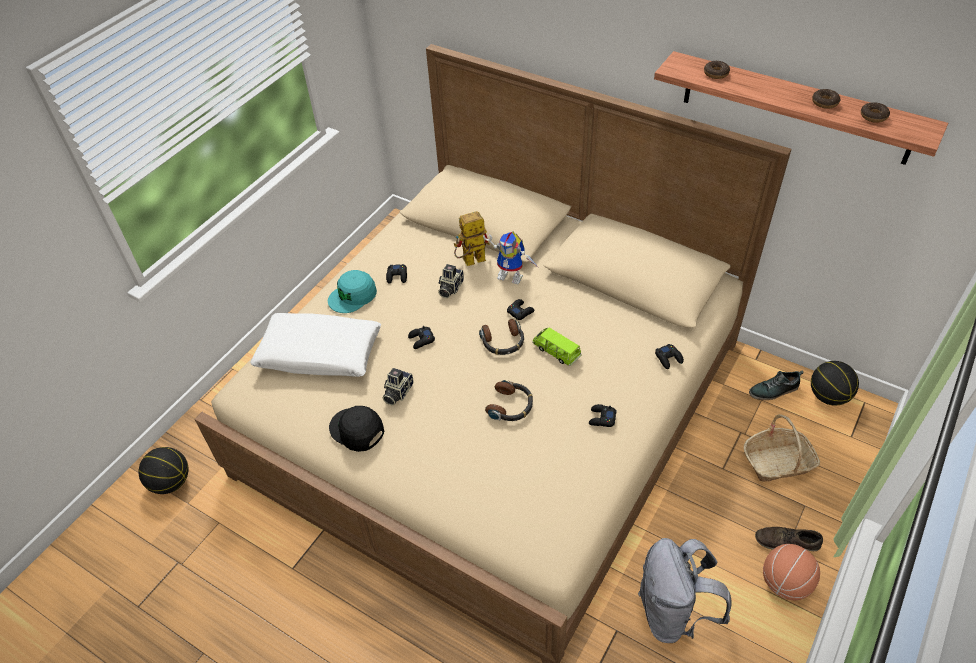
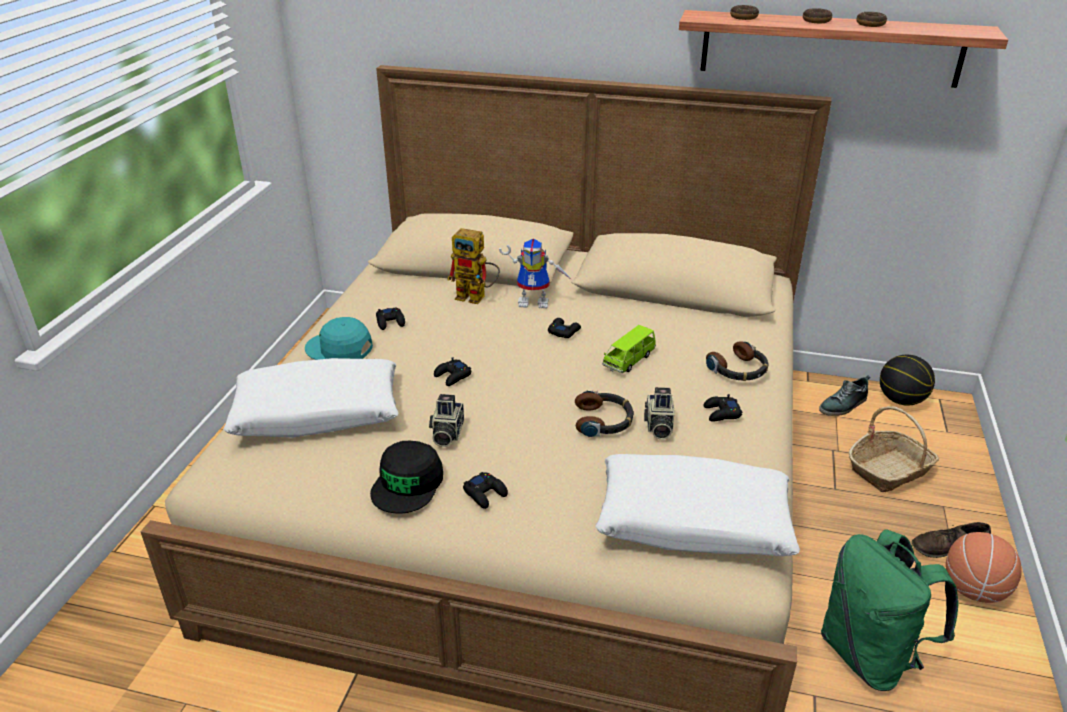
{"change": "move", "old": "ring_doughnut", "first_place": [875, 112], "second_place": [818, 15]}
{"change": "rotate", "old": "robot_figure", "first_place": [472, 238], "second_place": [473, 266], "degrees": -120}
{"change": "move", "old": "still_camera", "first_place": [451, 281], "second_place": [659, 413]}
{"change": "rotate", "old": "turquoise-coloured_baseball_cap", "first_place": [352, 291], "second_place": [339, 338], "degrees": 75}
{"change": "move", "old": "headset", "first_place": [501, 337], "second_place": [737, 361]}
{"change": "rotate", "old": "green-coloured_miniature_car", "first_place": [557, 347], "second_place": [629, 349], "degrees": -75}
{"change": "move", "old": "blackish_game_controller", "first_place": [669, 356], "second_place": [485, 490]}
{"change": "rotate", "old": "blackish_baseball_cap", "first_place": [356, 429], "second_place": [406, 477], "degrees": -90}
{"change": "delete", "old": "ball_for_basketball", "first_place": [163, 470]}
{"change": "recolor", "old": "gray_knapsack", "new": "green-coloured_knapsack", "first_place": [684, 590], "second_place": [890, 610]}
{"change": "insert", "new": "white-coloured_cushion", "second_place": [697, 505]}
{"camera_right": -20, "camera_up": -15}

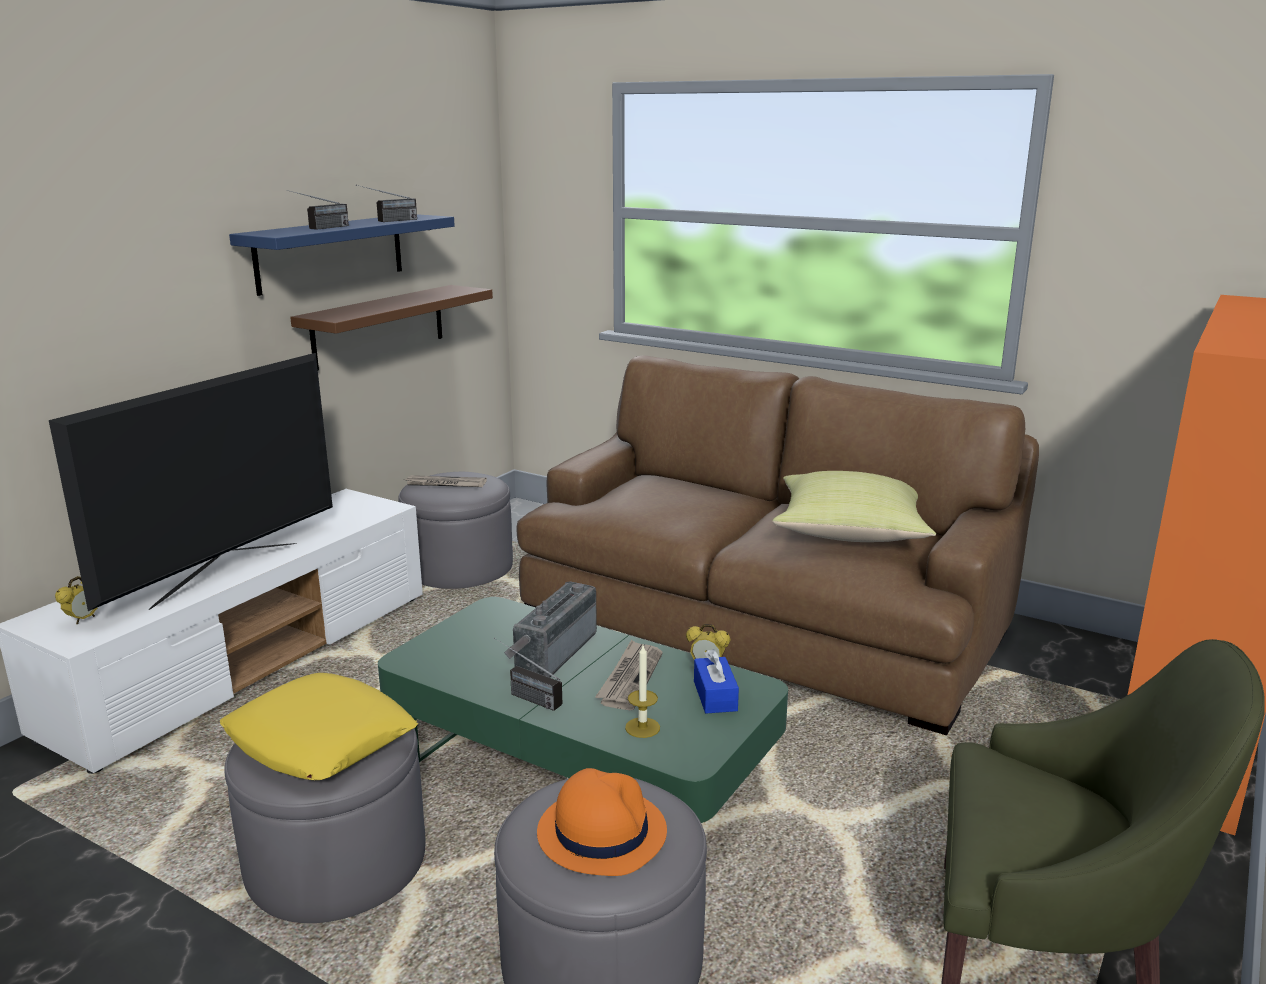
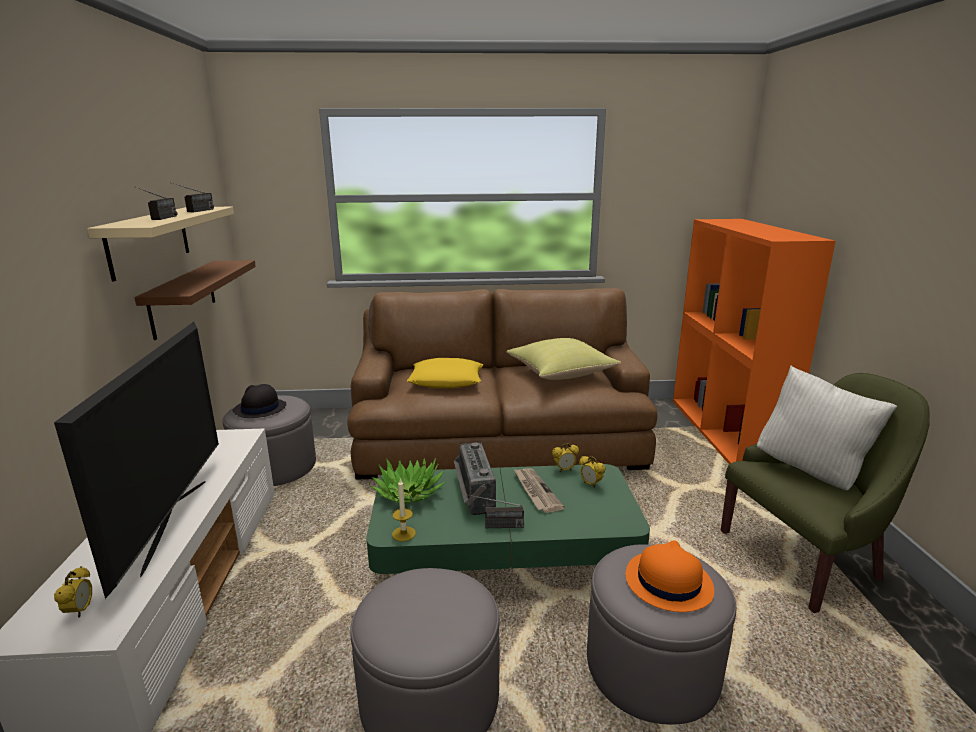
{"change": "recolor", "old": "bluish_wall_shelf", "new": "sand-coloured_wall_shelf", "first_place": [342, 255], "second_place": [160, 244]}
{"change": "replace", "old": "newspaper", "new": "blackish_wearable_hat", "first_place": [446, 481], "second_place": [259, 401]}
{"change": "move", "old": "candle", "first_place": [642, 691], "second_place": [404, 509]}
{"change": "replace", "old": "bluish_tissue_box", "new": "table_clock", "first_place": [716, 681], "second_place": [592, 472]}
{"change": "move", "old": "yellow_cushion", "first_place": [319, 726], "second_place": [445, 373]}
{"change": "insert", "new": "white-coloured_cushion", "second_place": [827, 428]}
{"change": "insert", "new": "plant_in_a_pot", "second_place": [408, 480]}
{"camera_right": -35, "camera_up": 0}

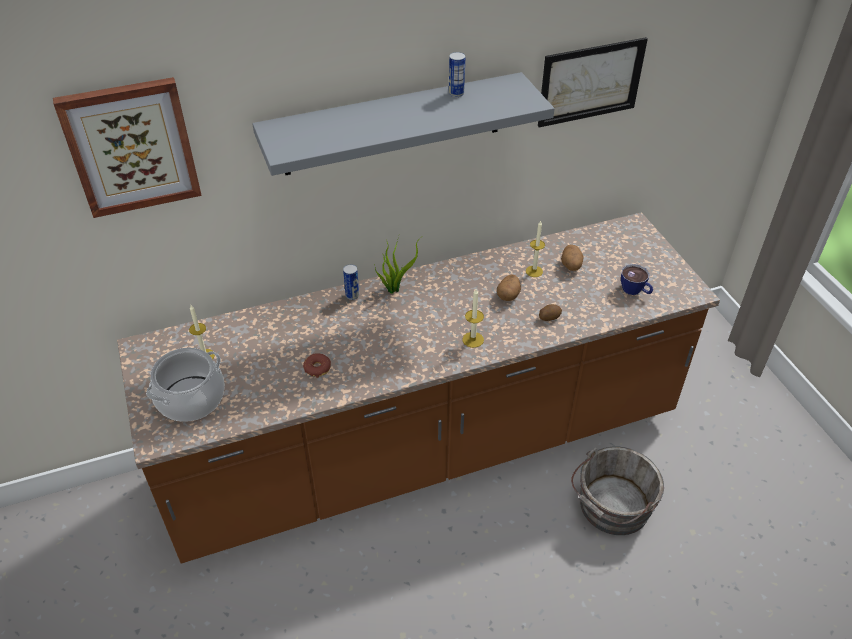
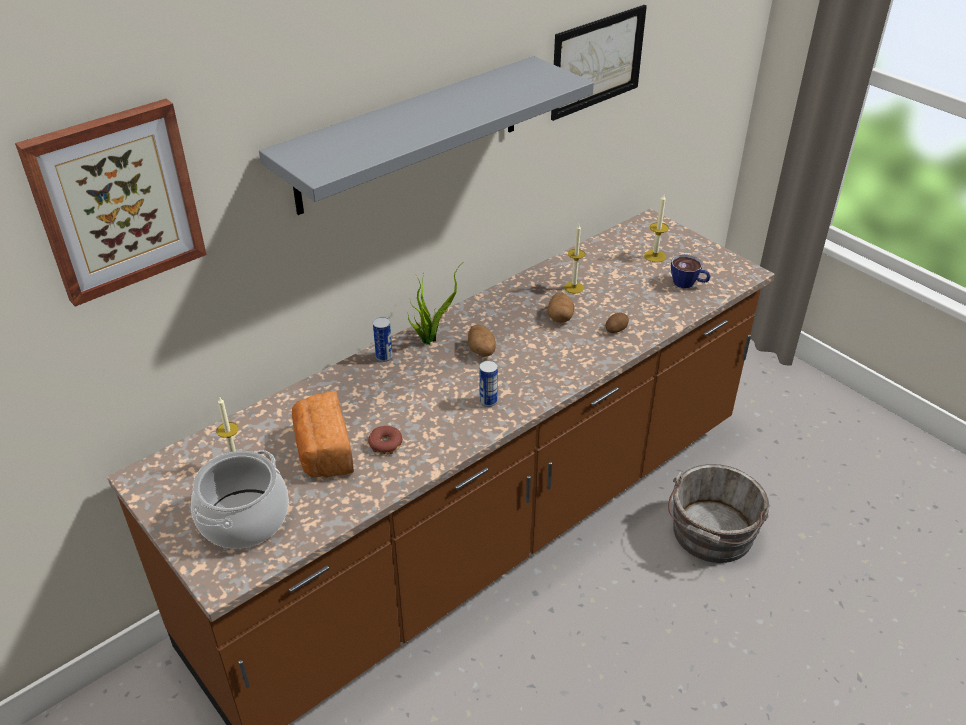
{"change": "move", "old": "metal_can", "first_place": [457, 74], "second_place": [488, 384]}
{"change": "move", "old": "whole_potato", "first_place": [572, 257], "second_place": [482, 341]}
{"change": "move", "old": "candle", "first_place": [473, 318], "second_place": [656, 228]}
{"change": "insert", "new": "bread", "second_place": [323, 434]}
{"camera_right": -20, "camera_up": -5}

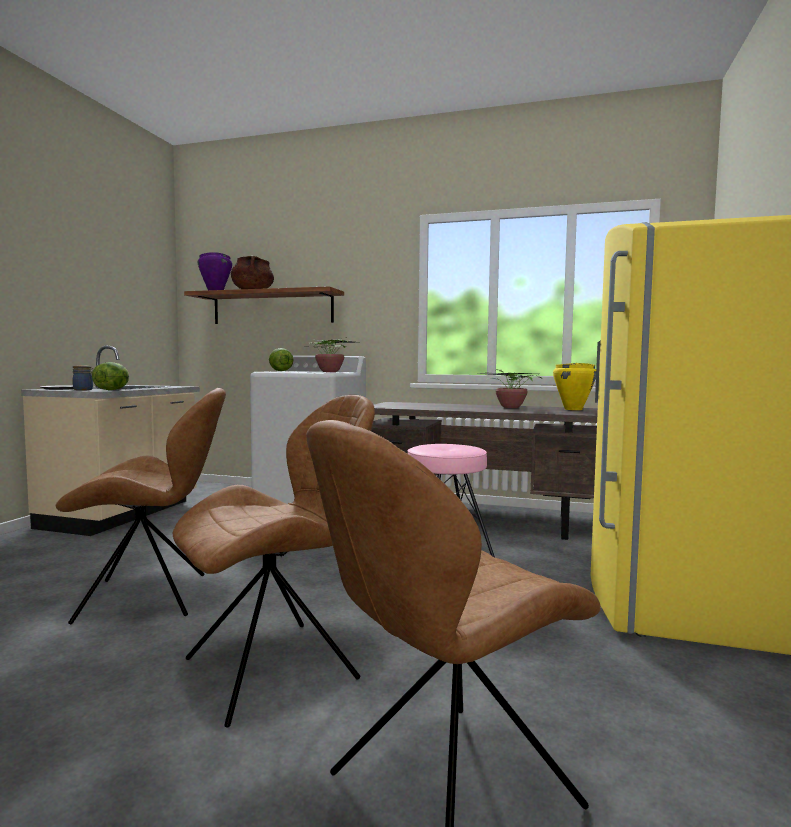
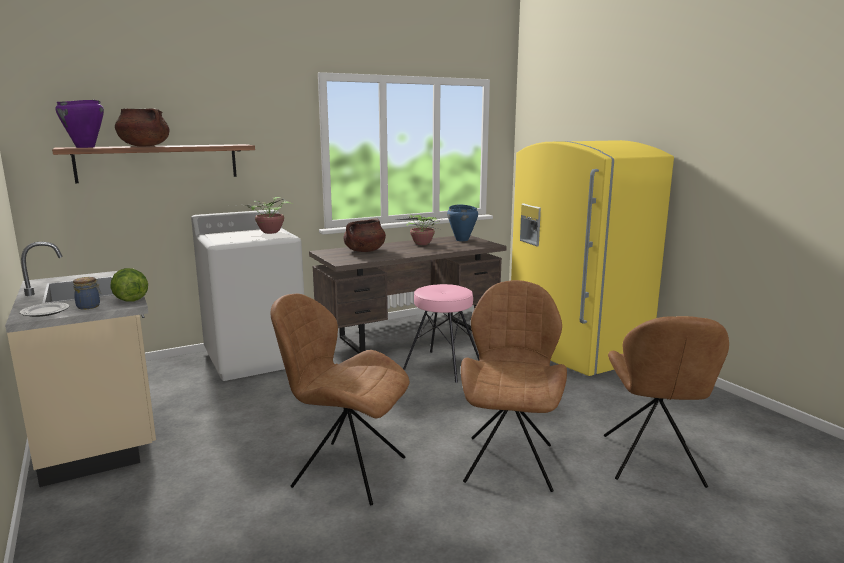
{"change": "delete", "old": "lettuce", "first_place": [281, 359]}
{"change": "recolor", "old": "yellow_cooking_pot", "new": "bluish_cooking_pot", "first_place": [574, 386], "second_place": [462, 222]}
{"change": "rotate", "old": "brown-coloured_chair", "first_place": [141, 506], "second_place": [340, 400], "degrees": -105}
{"change": "insert", "new": "brown-coloured_cooking_pot", "second_place": [365, 235]}
{"camera_right": -45, "camera_up": 10}

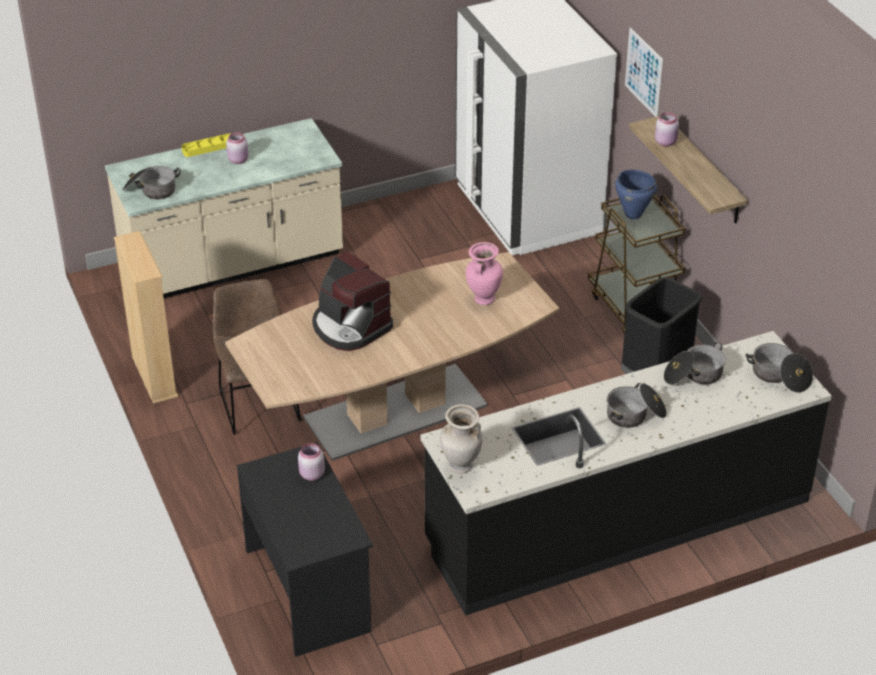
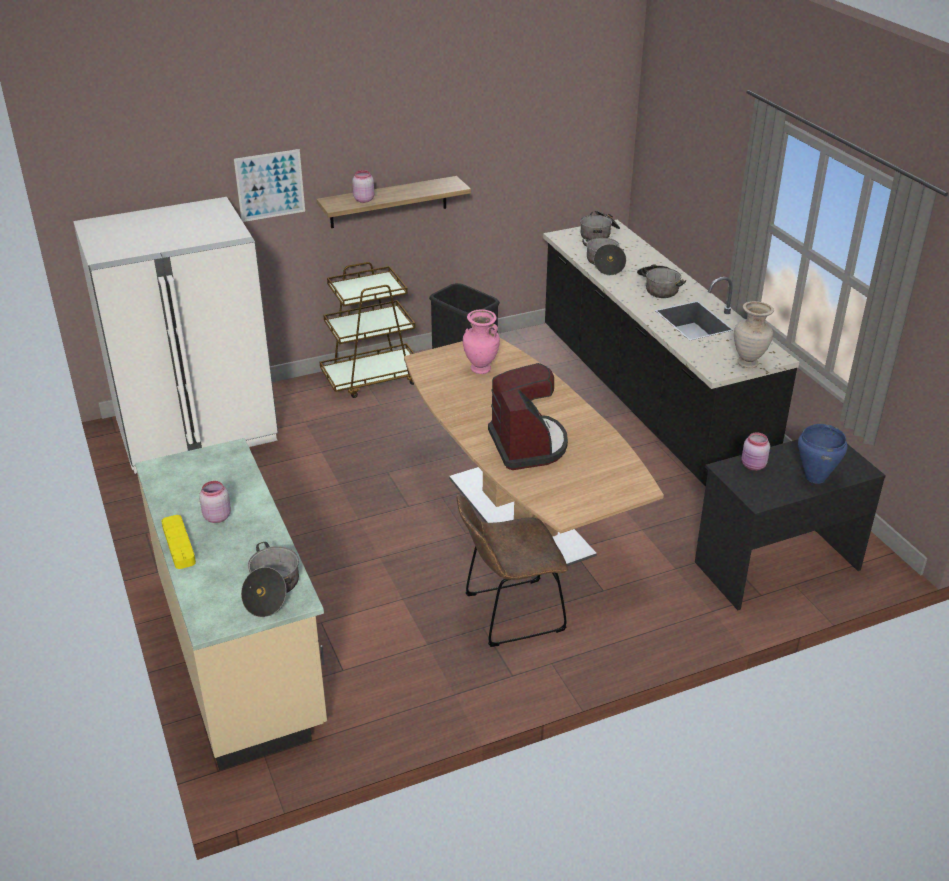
{"change": "move", "old": "bluish_cooking_pot", "first_place": [636, 194], "second_place": [822, 454]}
{"change": "delete", "old": "sand-coloured_bookshelf", "first_place": [146, 317]}
{"change": "rotate", "old": "coffee_maker", "first_place": [352, 301], "second_place": [528, 416], "degrees": -60}
{"camera_right": -90, "camera_up": -5}

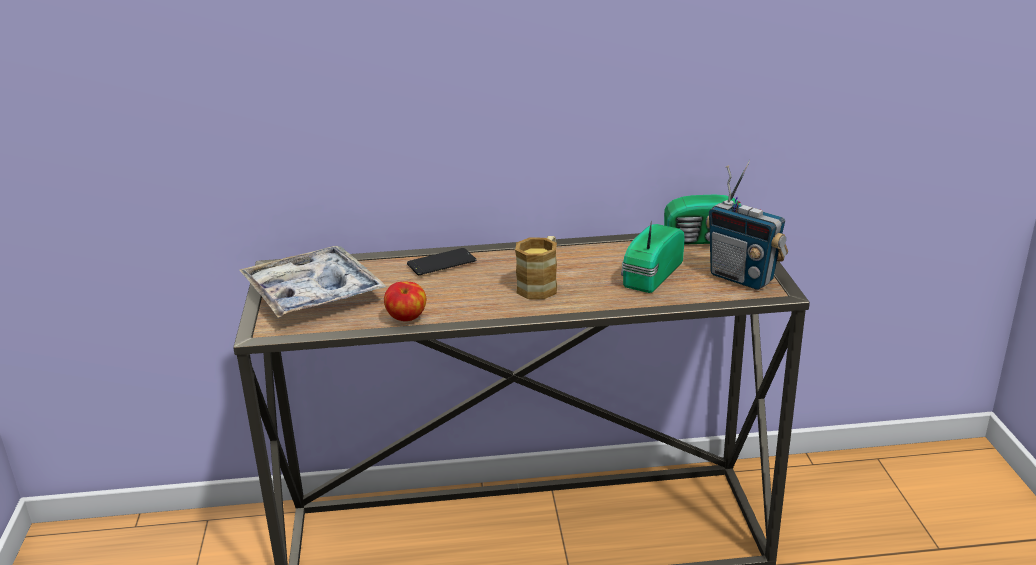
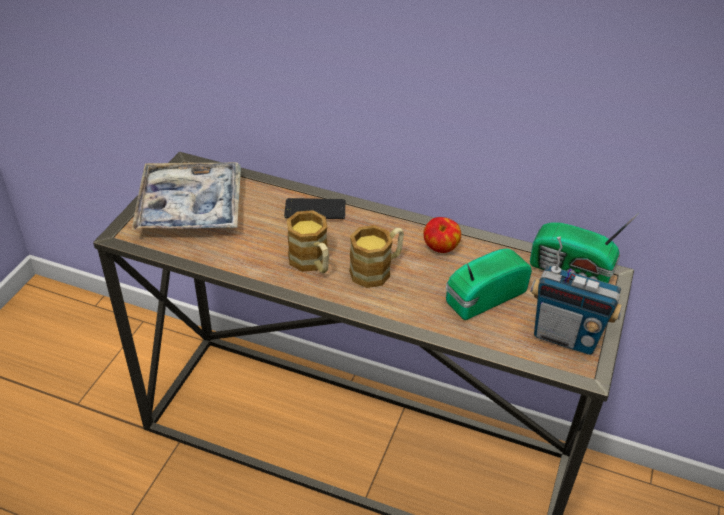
{"change": "rotate", "old": "radio", "first_place": [747, 227], "second_place": [577, 295], "degrees": -45}
{"change": "move", "old": "apple", "first_place": [405, 301], "second_place": [442, 235]}
{"change": "insert", "new": "tea_mug", "second_place": [308, 241]}
{"camera_right": 25, "camera_up": 15}

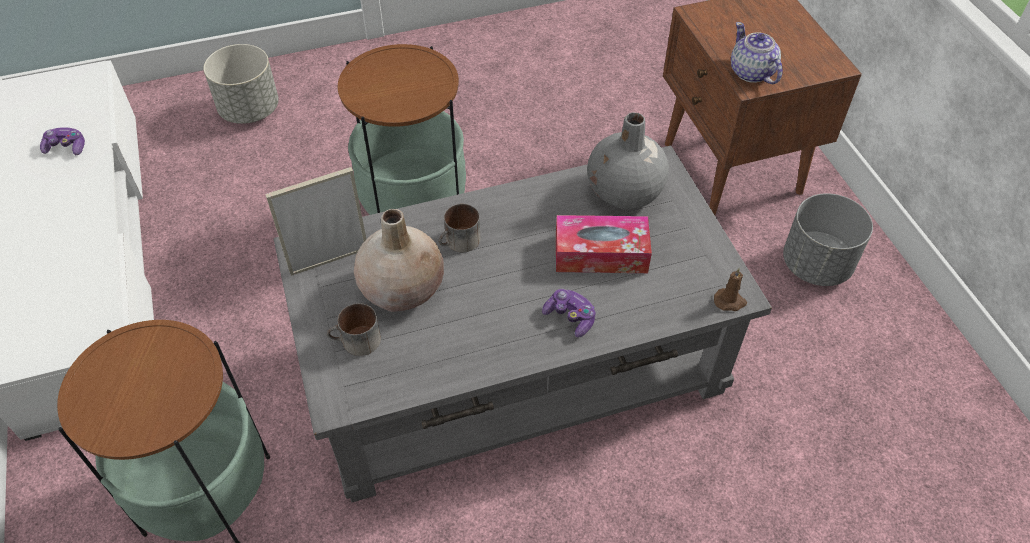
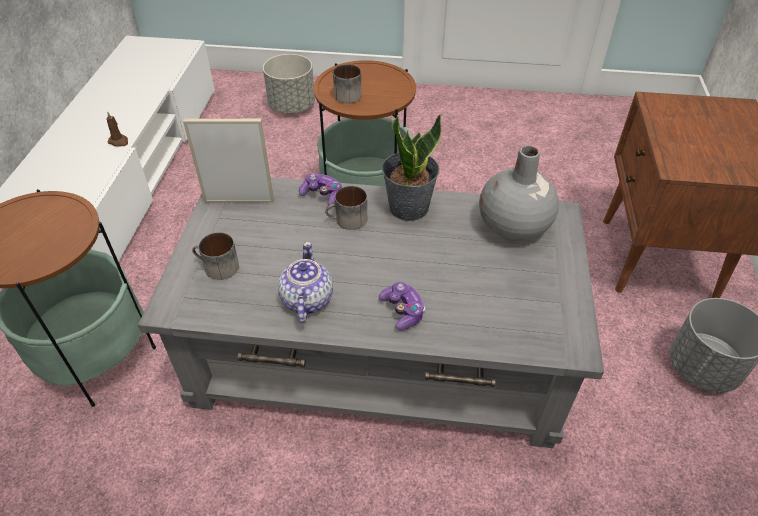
{"change": "move", "old": "teapot", "first_place": [757, 53], "second_place": [305, 283]}
{"change": "move", "old": "game_controller", "first_place": [62, 141], "second_place": [320, 190]}
{"change": "delete", "old": "sand-coloured_flower_vase", "first_place": [399, 260]}
{"change": "delete", "old": "tissue_box", "first_place": [604, 244]}
{"change": "move", "old": "brown-coloured_candle", "first_place": [730, 289], "second_place": [117, 128]}
{"change": "insert", "new": "tea_mug", "second_place": [347, 83]}
{"change": "insert", "new": "plant_in_a_pot", "second_place": [412, 167]}
{"camera_right": 25, "camera_up": -5}

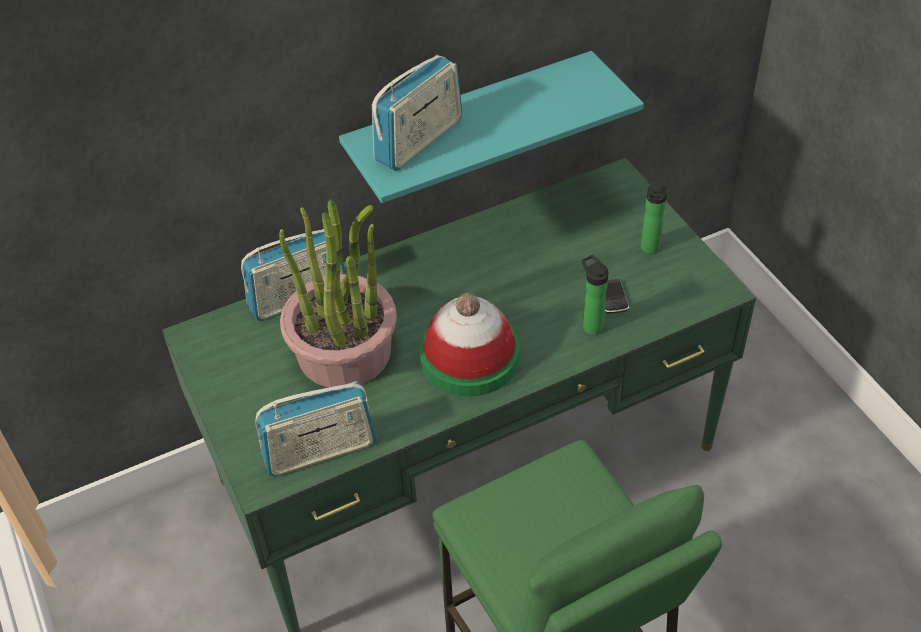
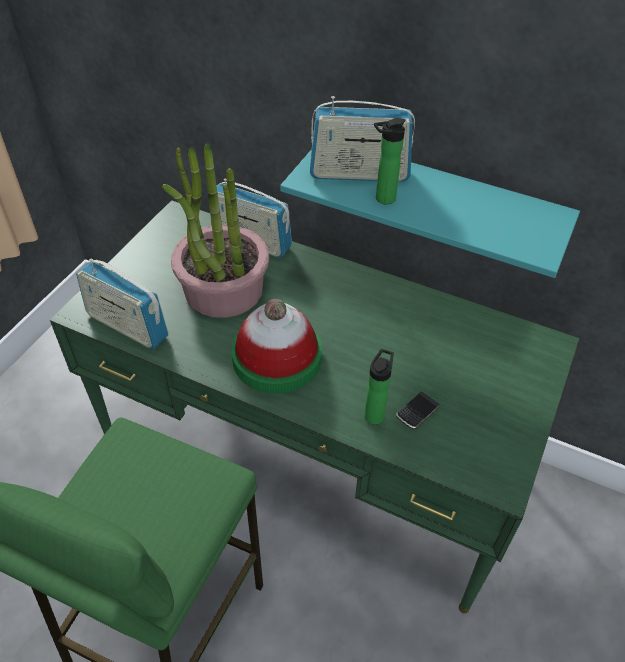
{"change": "move", "old": "beverage_bottle", "first_place": [654, 216], "second_place": [390, 161]}
{"camera_right": 50, "camera_up": 0}

